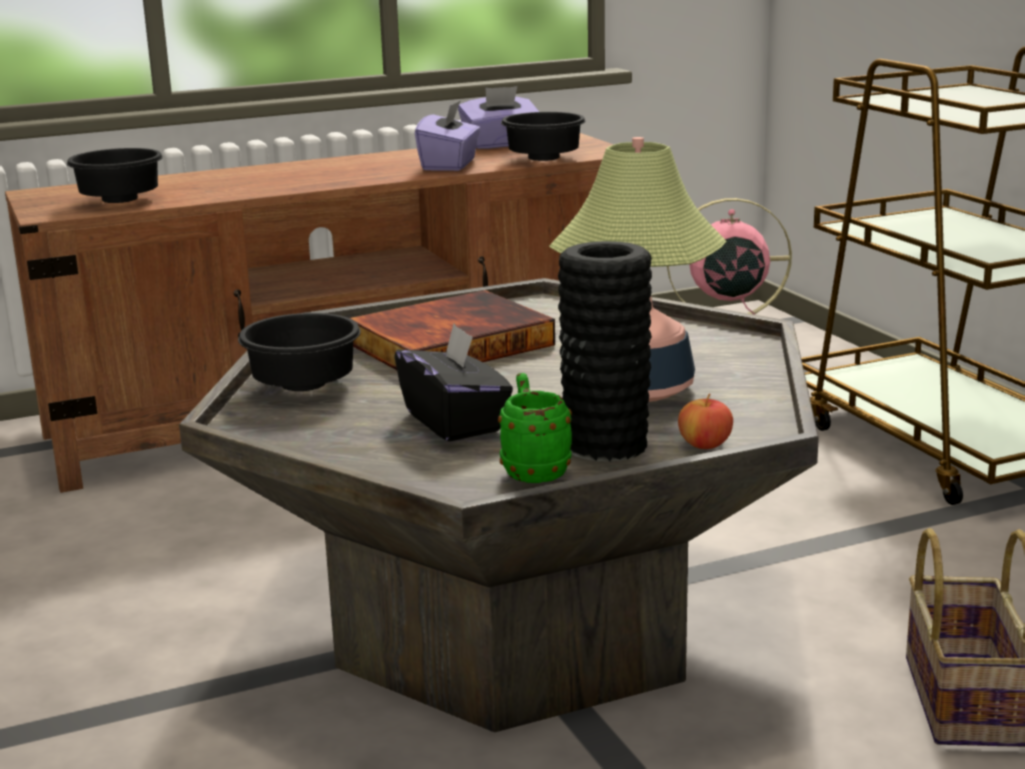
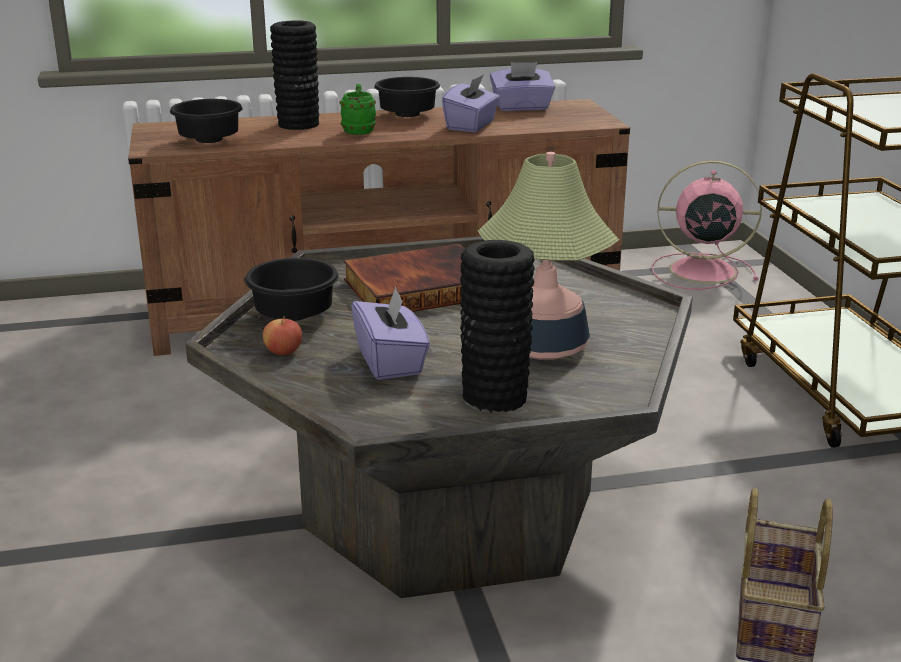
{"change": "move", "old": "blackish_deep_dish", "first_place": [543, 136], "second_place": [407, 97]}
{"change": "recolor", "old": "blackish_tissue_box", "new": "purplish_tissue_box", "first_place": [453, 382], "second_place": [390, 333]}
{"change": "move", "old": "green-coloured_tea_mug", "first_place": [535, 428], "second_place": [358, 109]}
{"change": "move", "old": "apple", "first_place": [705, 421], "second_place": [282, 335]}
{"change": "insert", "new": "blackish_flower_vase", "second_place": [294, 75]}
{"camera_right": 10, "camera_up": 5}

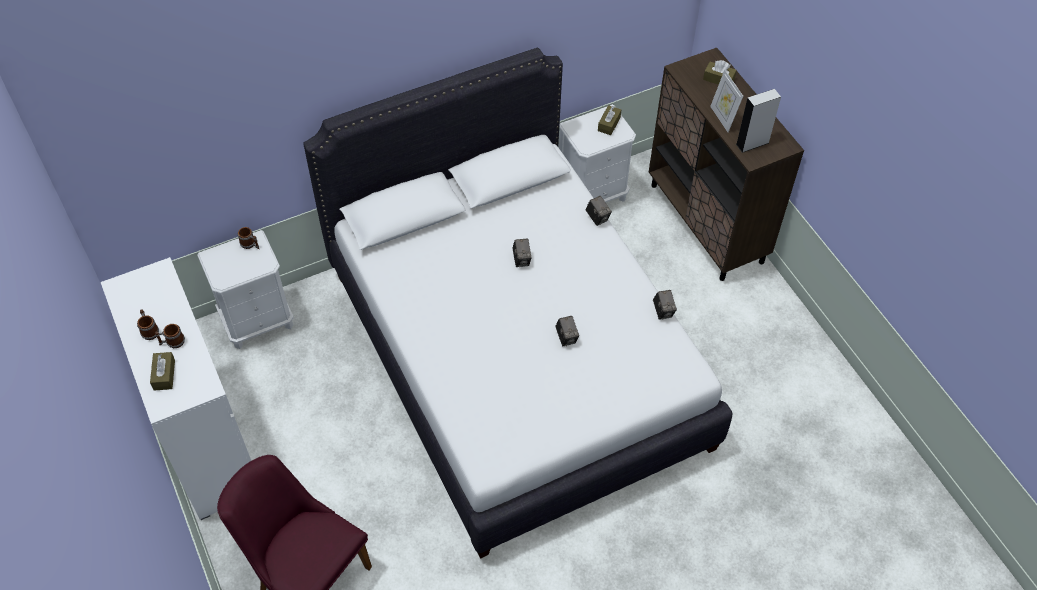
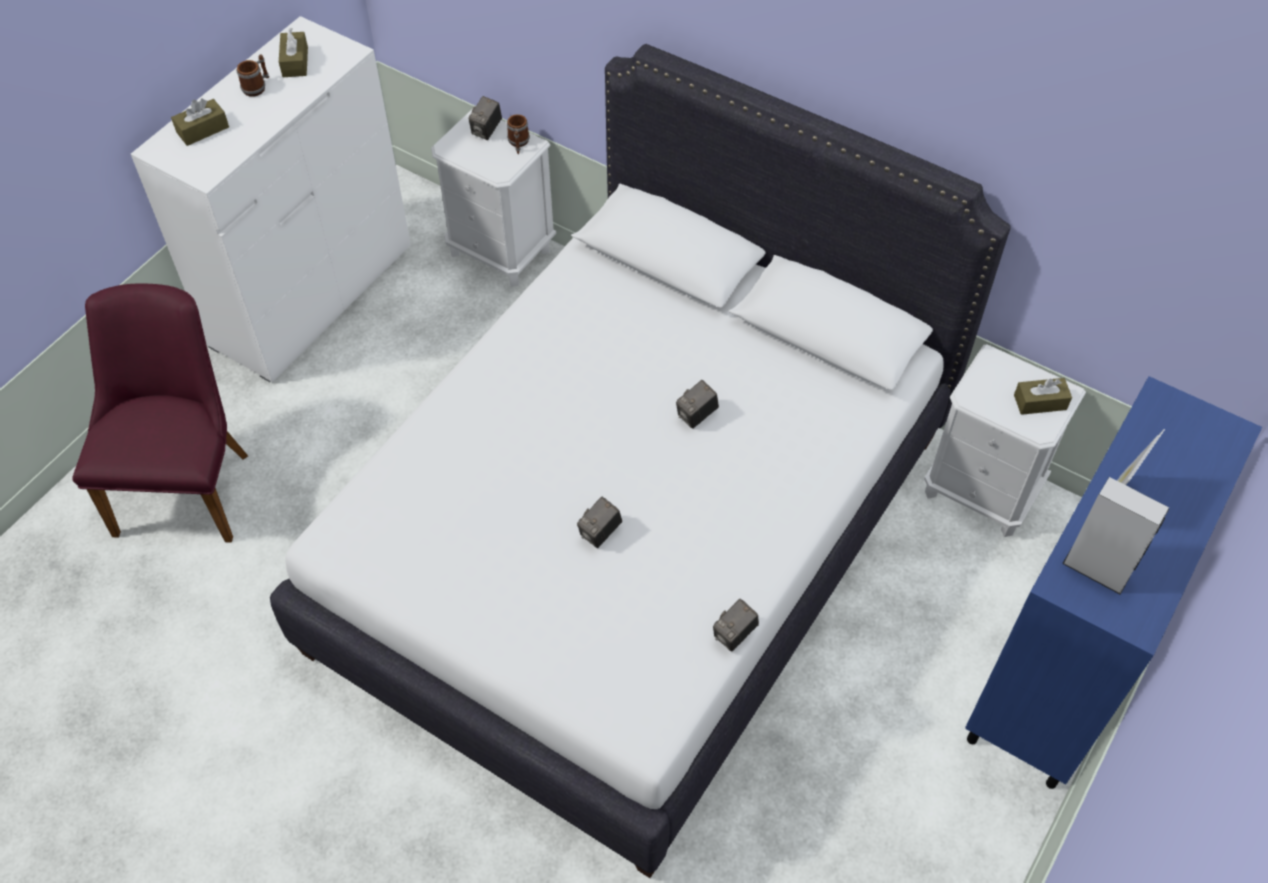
{"change": "recolor", "old": "brown-coloured_cabinet", "new": "bluish_cabinet", "first_place": [726, 164], "second_place": [1113, 582]}
{"change": "move", "old": "brown-coloured_tissue_box", "first_place": [720, 72], "second_place": [293, 52]}
{"change": "move", "old": "still_camera", "first_place": [598, 211], "second_place": [485, 118]}
{"change": "delete", "old": "tea_mug", "first_place": [170, 336]}
{"camera_right": 60, "camera_up": 0}

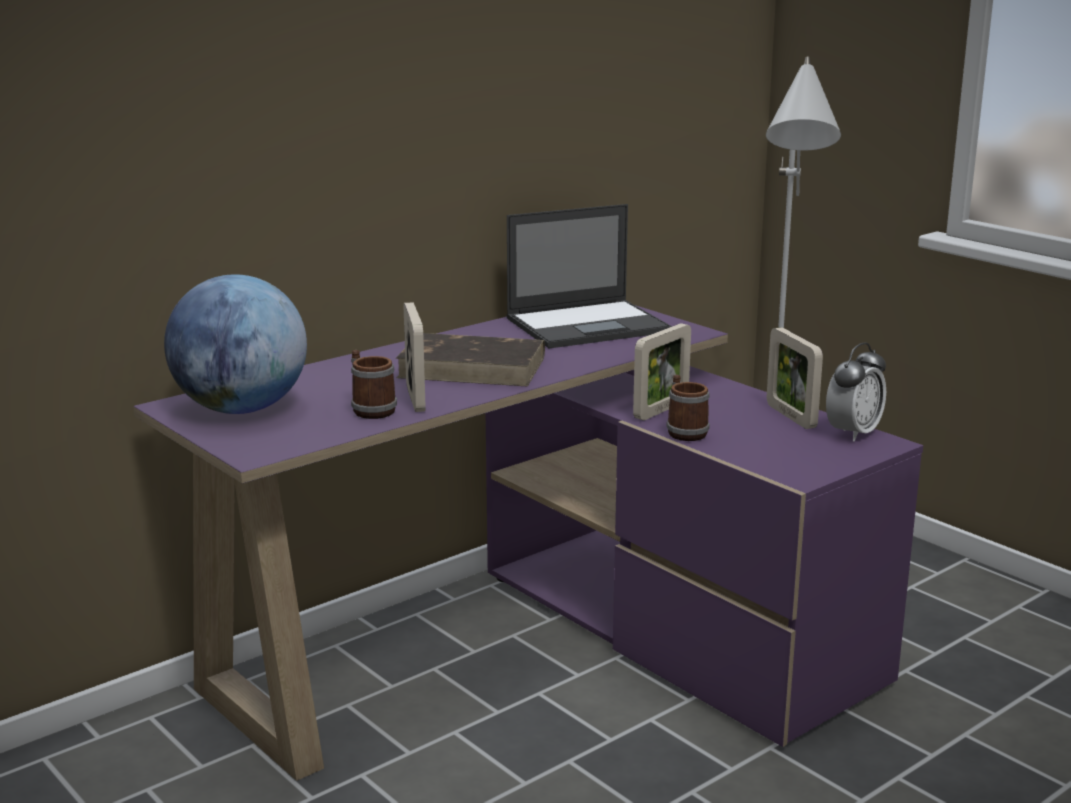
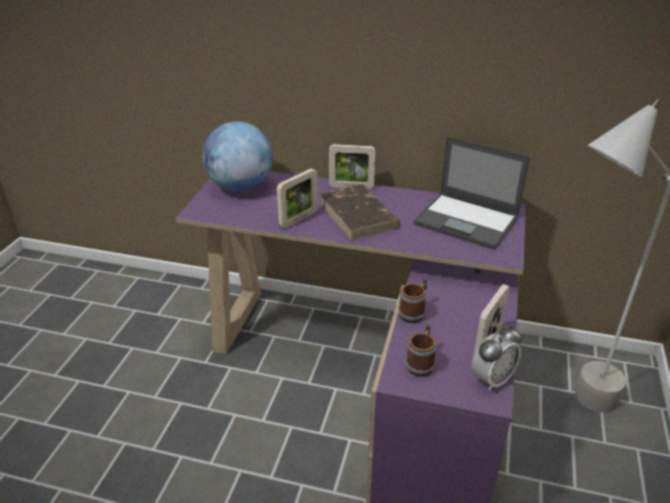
{"change": "move", "old": "photo_frame", "first_place": [662, 371], "second_place": [352, 166]}
{"change": "rotate", "old": "table_clock", "first_place": [856, 392], "second_place": [496, 358], "degrees": -45}
{"change": "move", "old": "tea_mug", "first_place": [374, 384], "second_place": [421, 350]}
{"camera_right": 55, "camera_up": 15}

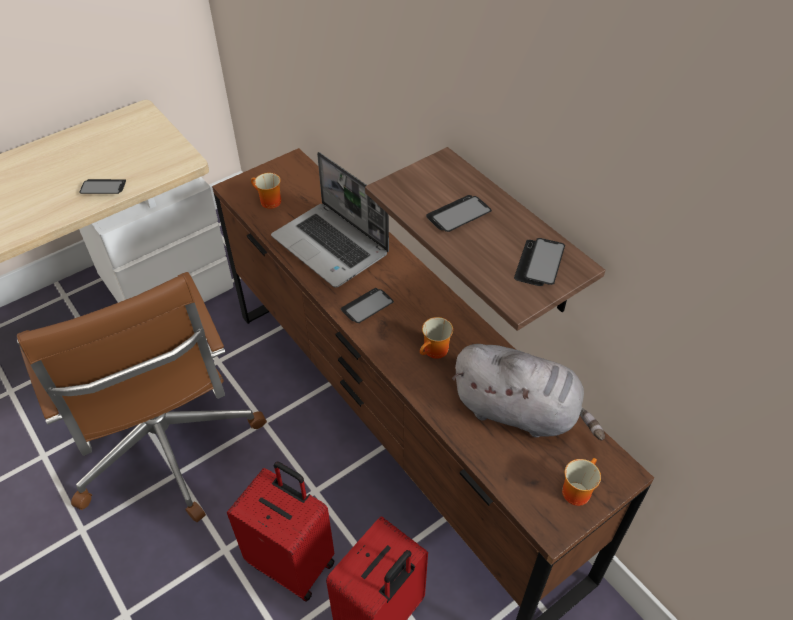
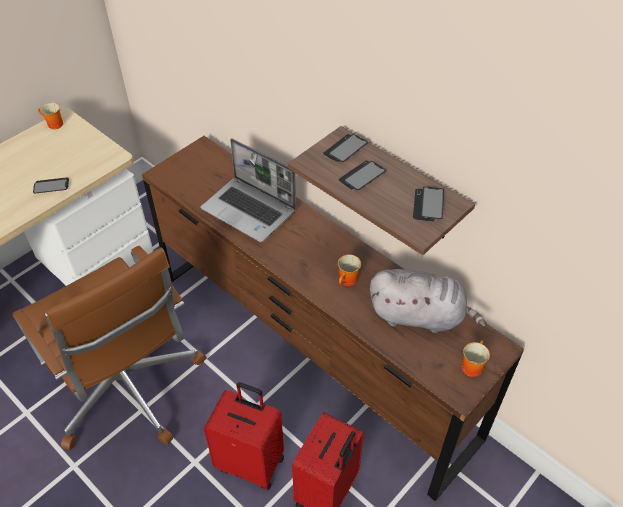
{"change": "move", "old": "tea_mug", "first_place": [266, 191], "second_place": [50, 116]}
{"change": "move", "old": "handset", "first_place": [367, 305], "second_place": [345, 148]}
{"camera_right": -10, "camera_up": 0}

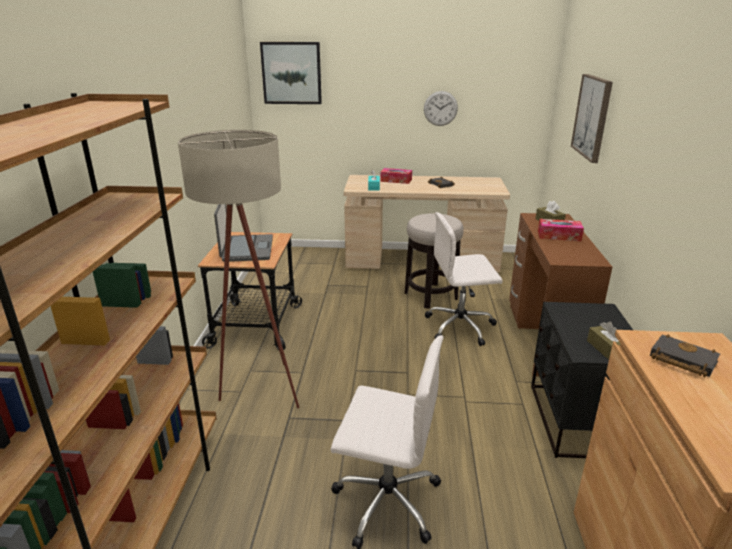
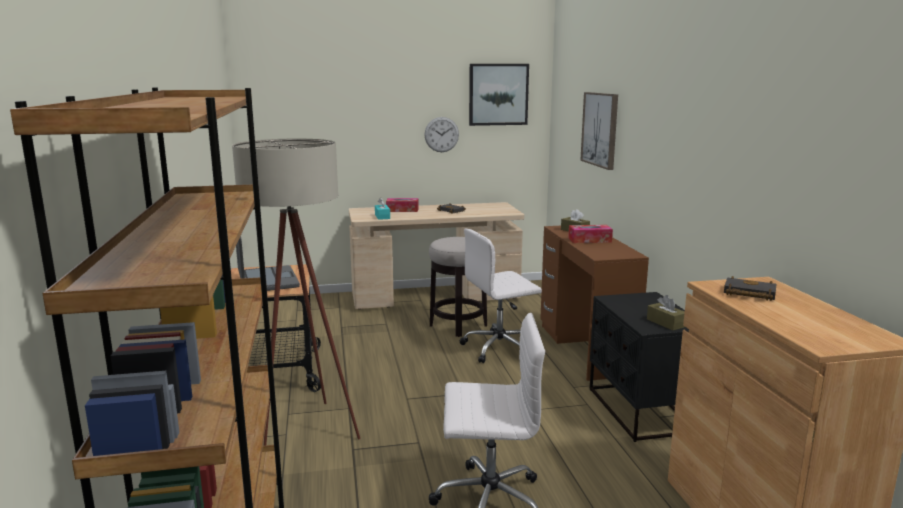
{"change": "move", "old": "wall_picture", "first_place": [291, 73], "second_place": [499, 95]}
{"camera_right": -15, "camera_up": -10}

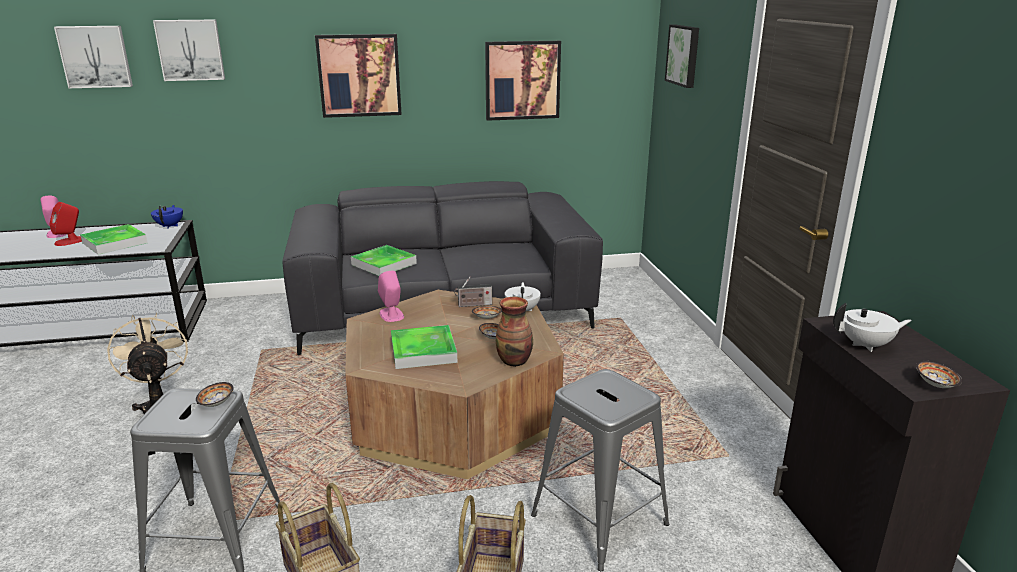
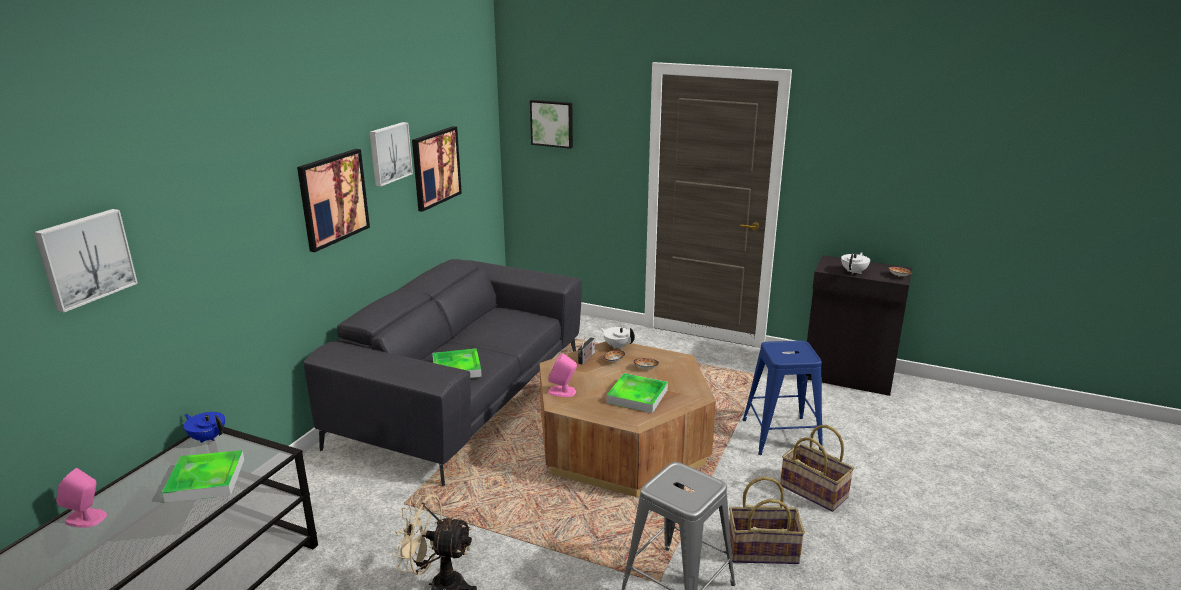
{"change": "move", "old": "wall_picture", "first_place": [189, 50], "second_place": [391, 154]}
{"change": "delete", "old": "red-coloured_speaker", "first_place": [65, 224]}
{"change": "delete", "old": "flower_vase", "first_place": [514, 332]}
{"change": "recolor", "old": "gray_stool_seat", "new": "bluish_stool_seat", "first_place": [600, 470], "second_place": [783, 398]}
{"change": "delete", "old": "deep_dish", "first_place": [215, 394]}
{"camera_right": -55, "camera_up": 0}

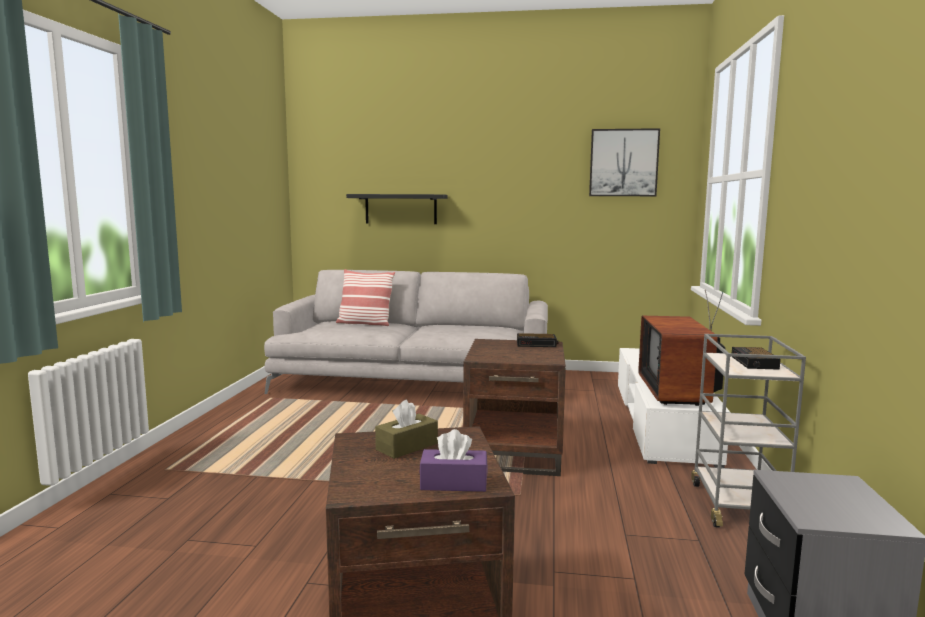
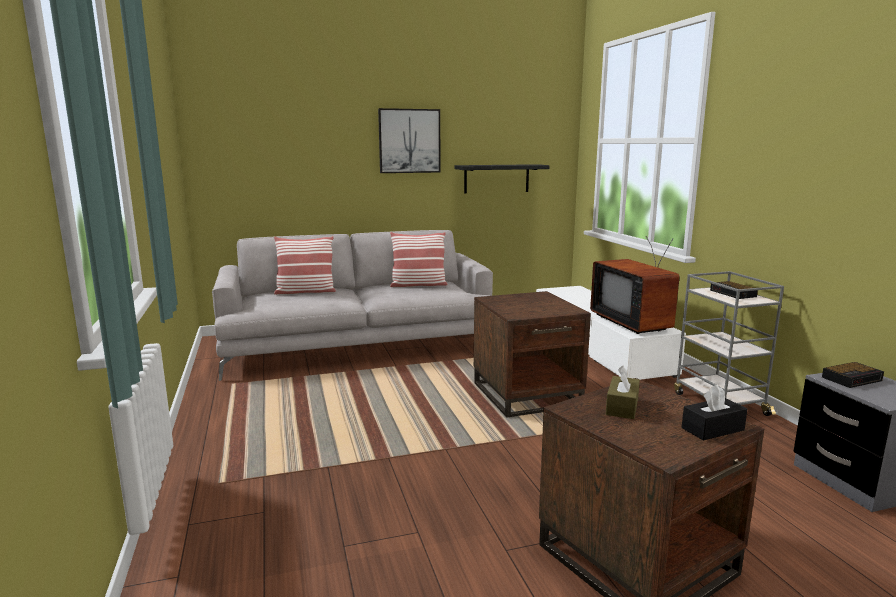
{"change": "move", "old": "wall_picture", "first_place": [624, 162], "second_place": [409, 140]}
{"change": "move", "old": "blackish_wall_shelf", "first_place": [397, 209], "second_place": [502, 179]}
{"change": "move", "old": "table_clock", "first_place": [537, 340], "second_place": [853, 375]}
{"change": "recolor", "old": "purplish_tissue_box", "new": "blackish_tissue_box", "first_place": [453, 460], "second_place": [714, 412]}
{"change": "insert", "new": "cushion", "second_place": [418, 259]}
{"camera_right": -25, "camera_up": 5}

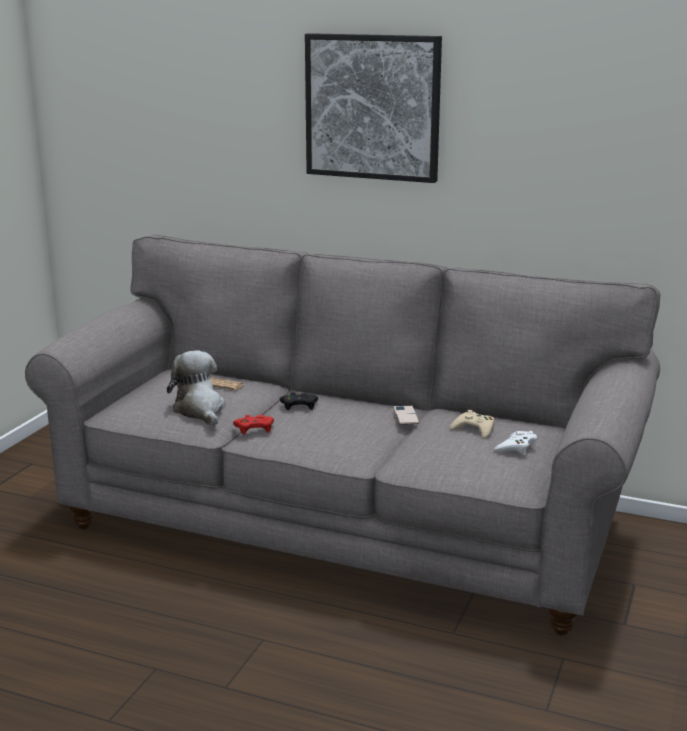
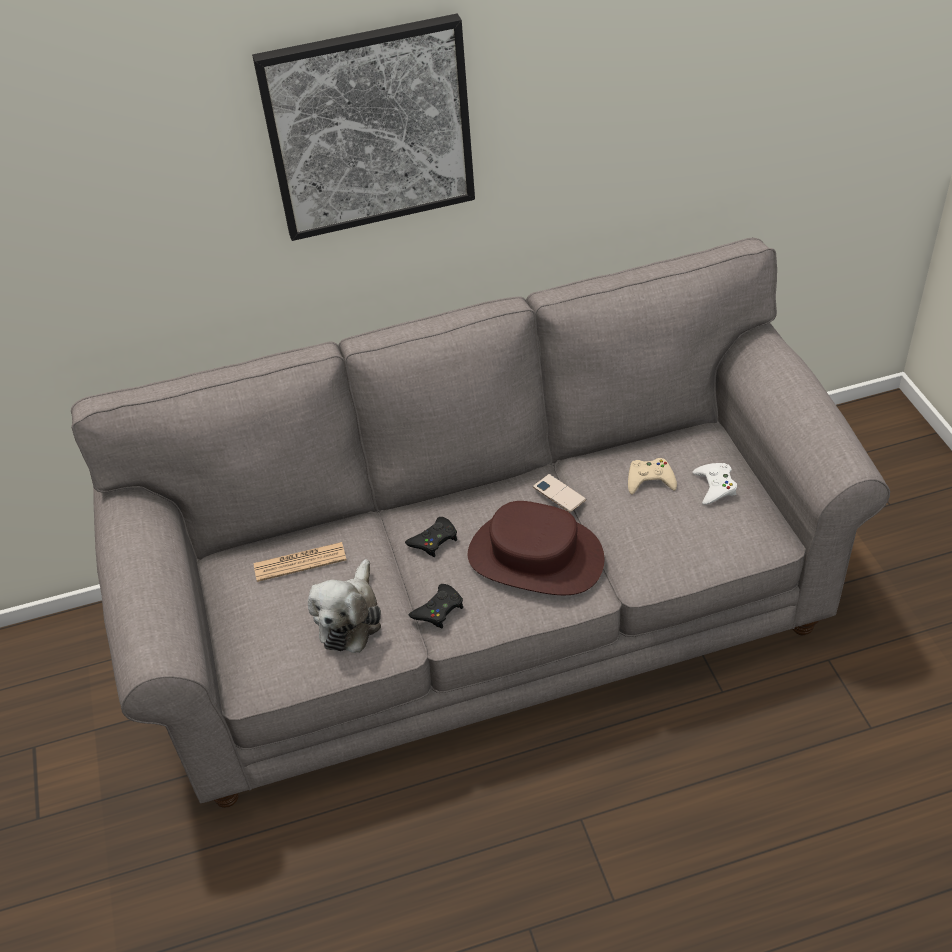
{"change": "rotate", "old": "cuddly_toy", "first_place": [196, 388], "second_place": [344, 606], "degrees": -105}
{"change": "recolor", "old": "red-coloured_game_controller", "new": "blackish_game_controller", "first_place": [253, 425], "second_place": [436, 606]}
{"change": "insert", "new": "brown-coloured_wearable_hat", "second_place": [536, 548]}
{"camera_right": -35, "camera_up": 25}

